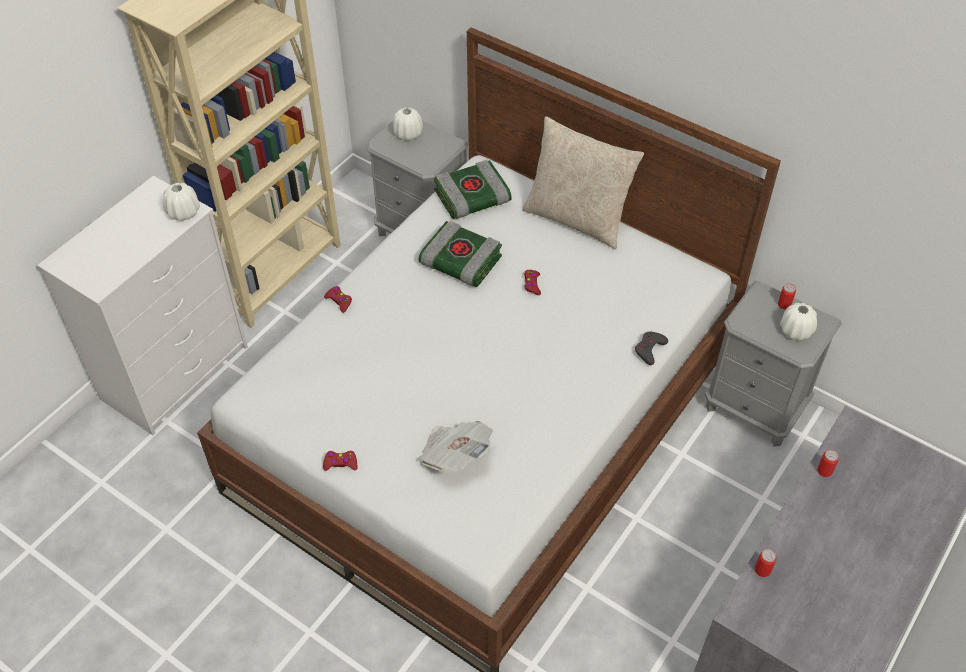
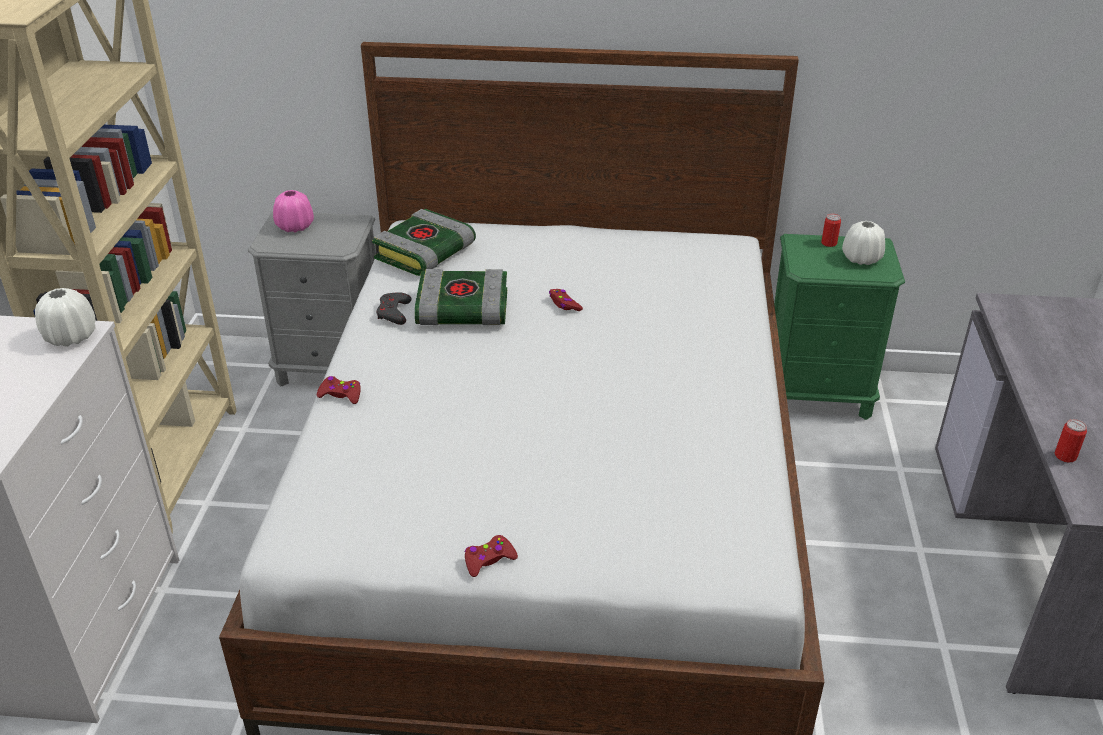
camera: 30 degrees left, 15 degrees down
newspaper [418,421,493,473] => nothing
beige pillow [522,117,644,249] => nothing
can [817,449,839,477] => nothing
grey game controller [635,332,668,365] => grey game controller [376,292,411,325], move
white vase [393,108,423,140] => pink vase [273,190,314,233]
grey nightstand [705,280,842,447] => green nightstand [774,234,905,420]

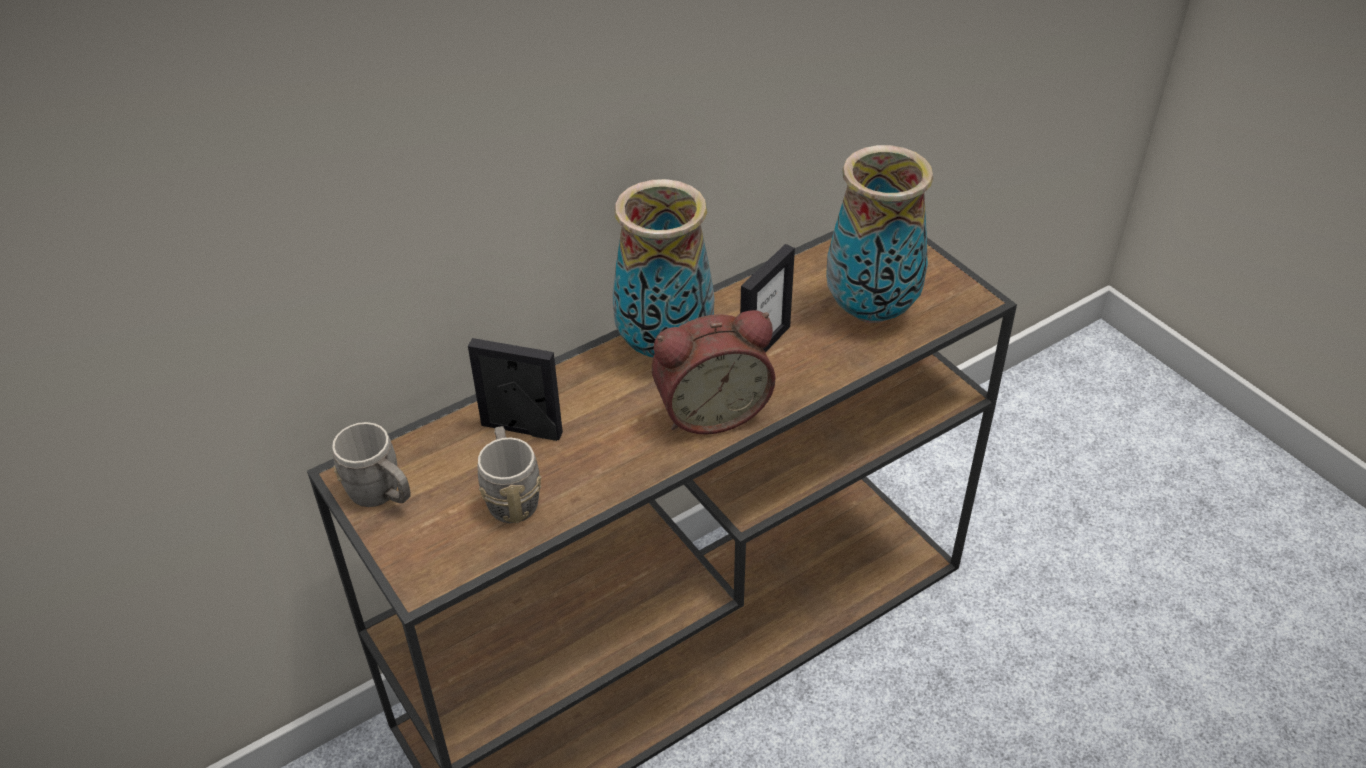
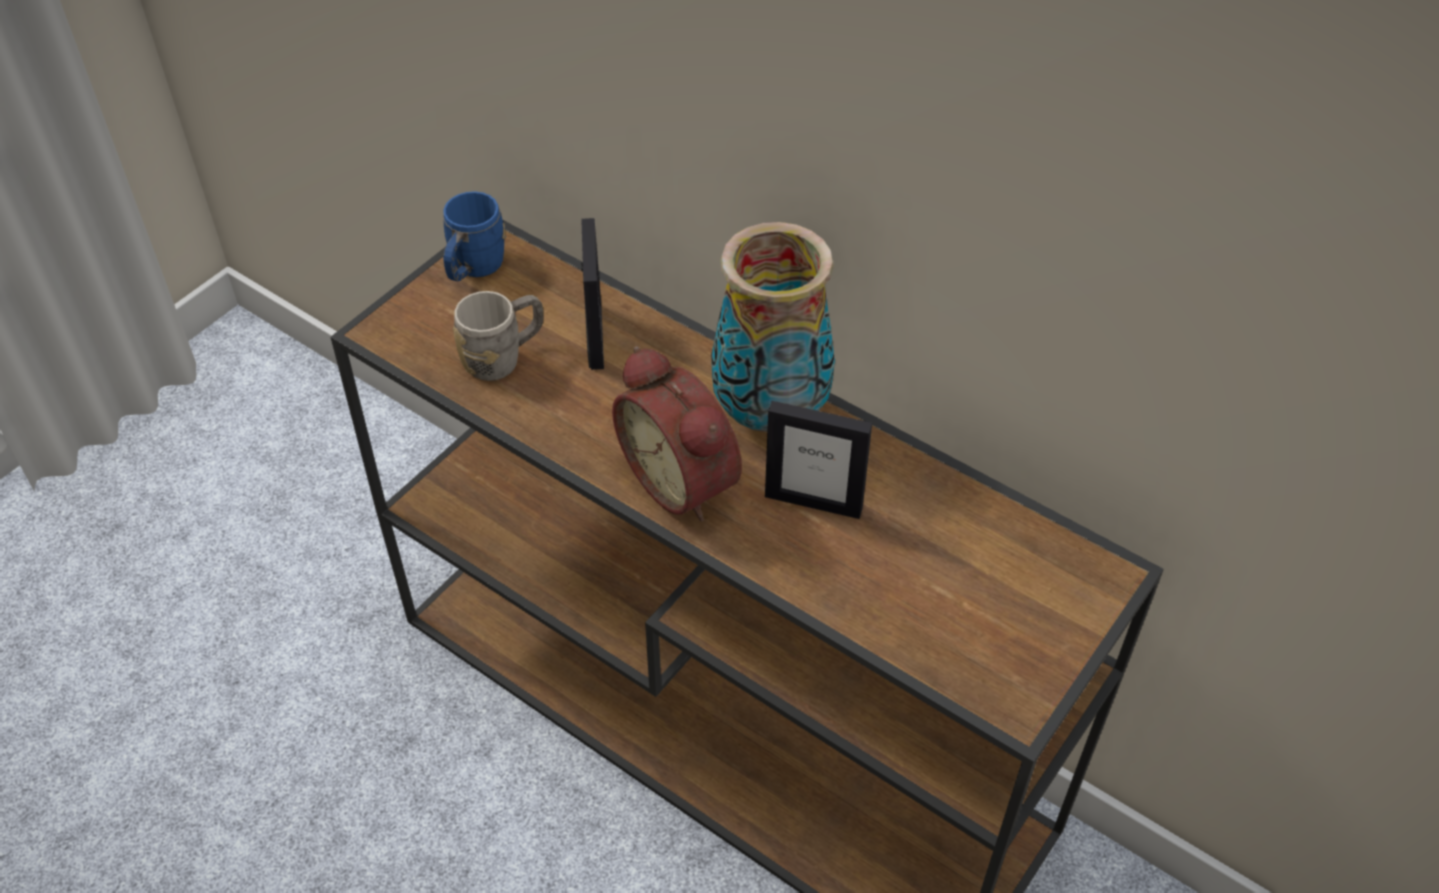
camera: 70 degrees right, 5 degrees up
vase [826,145,933,323] => nothing
grey mug [332,422,411,507] => blue mug [443,191,506,281]

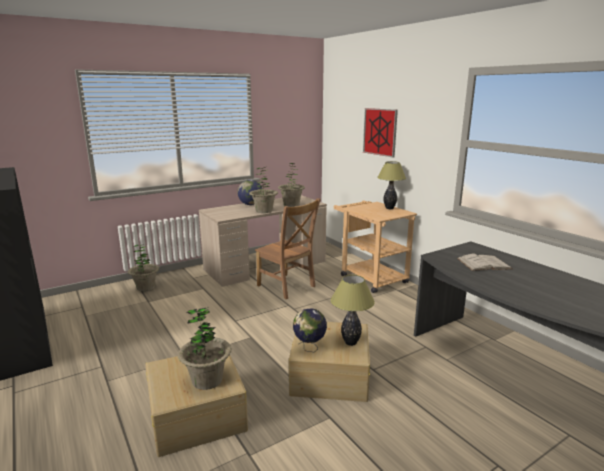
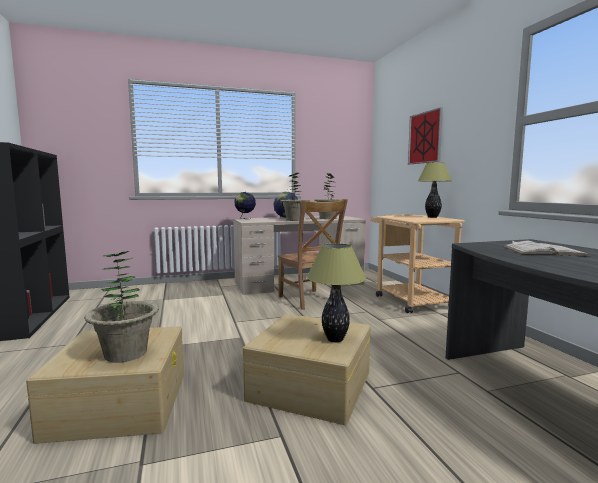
camera: 15 degrees right, 10 degrees down
potted plant [128,244,159,291] => nothing
globe [293,308,327,352] => globe [235,192,256,219], move

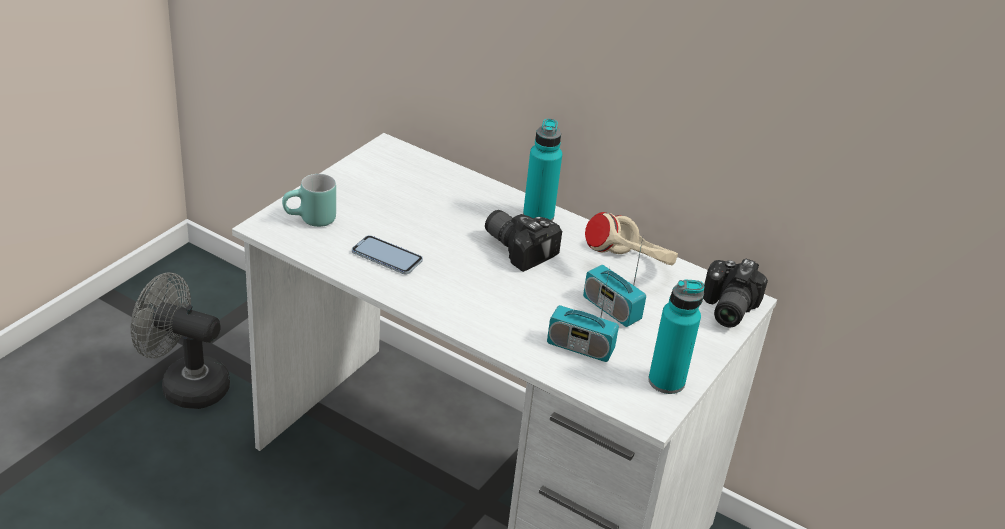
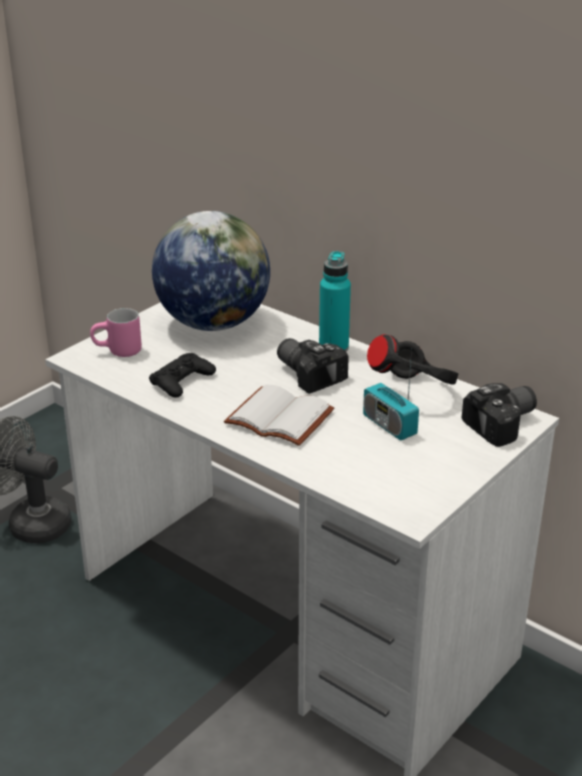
camera: 10 degrees right, 5 degrees down
radio [547,267,619,362] => nothing
turquoise bottle [648,280,705,394] => nothing
nothing => globe [152,211,270,331]
nothing => white book [224,384,334,446]
phone [352,235,423,274] => black game controller [149,353,216,398]
turquoise mug [282,174,336,227] => pink mug [90,308,142,357]
beige headphones [585,212,678,265] => black headphones [367,334,458,384]
photo camera [703,258,768,327] => photo camera [462,383,537,447], 150 degrees counterclockwise

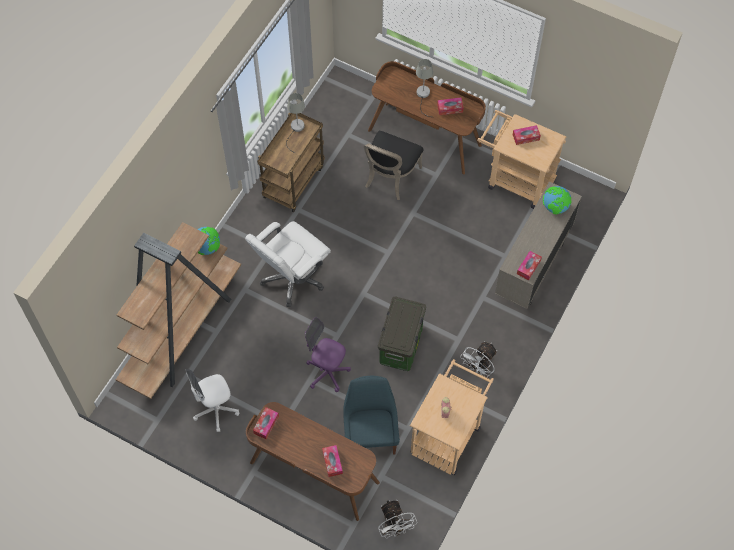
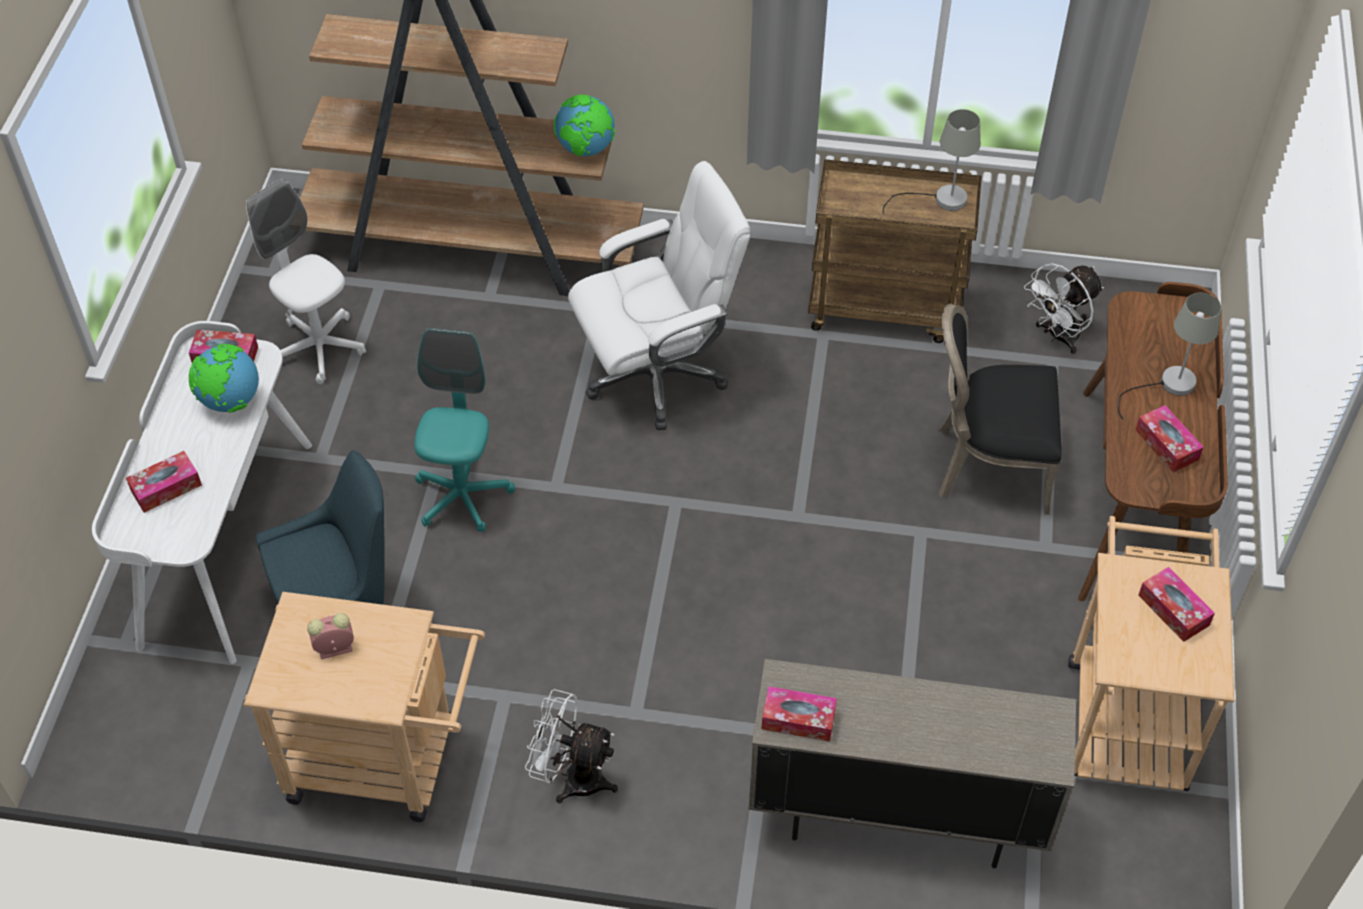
camera: 70 degrees right, 10 degrees down
storage box [378,297,426,371] => nothing
white fan [378,500,417,539] => white fan [1024,263,1104,354], move
globe [543,186,572,215] => globe [189,344,259,413], move
brown desk [246,402,380,521] => white desk [92,321,312,664]
purple office chair [305,317,351,392] => turquoise office chair [414,328,515,532]
white office chair [245,221,331,307] => white office chair [568,161,751,430], 135 degrees clockwise

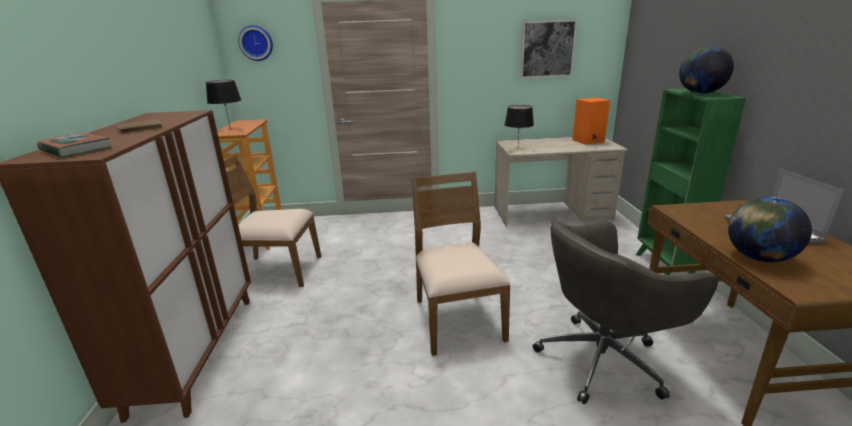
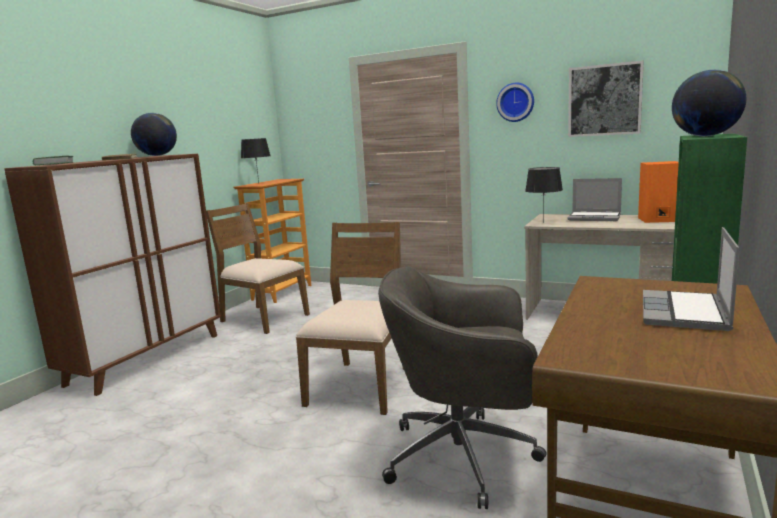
camera: 30 degrees right, 10 degrees down
nothing => laptop [567,178,622,221]
wall clock [238,25,273,61] => wall clock [496,83,534,122], move
globe [728,197,812,262] => globe [131,113,177,156], move

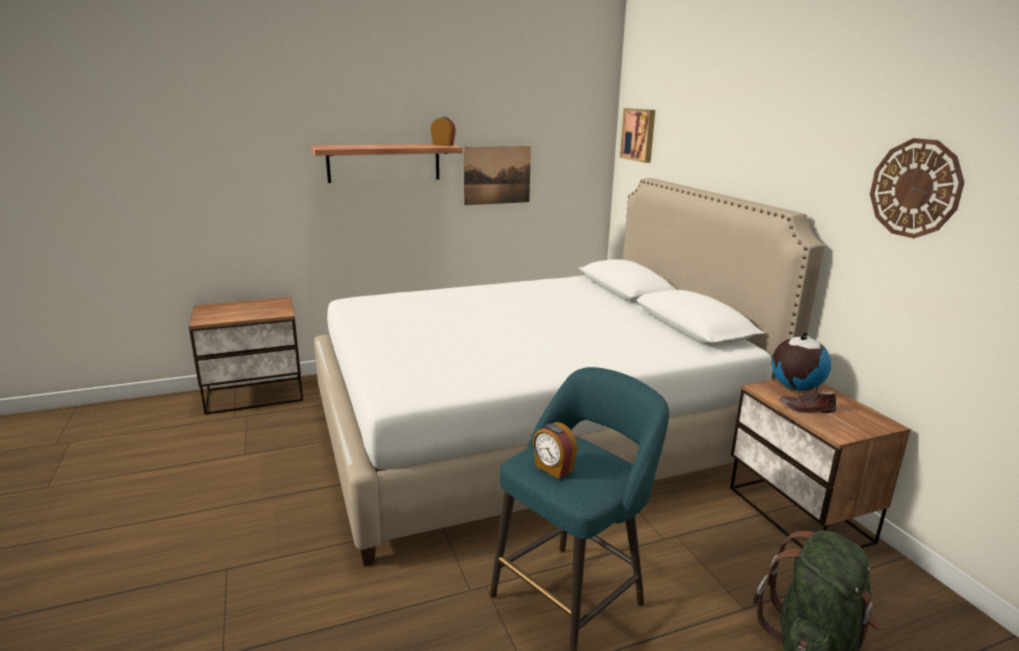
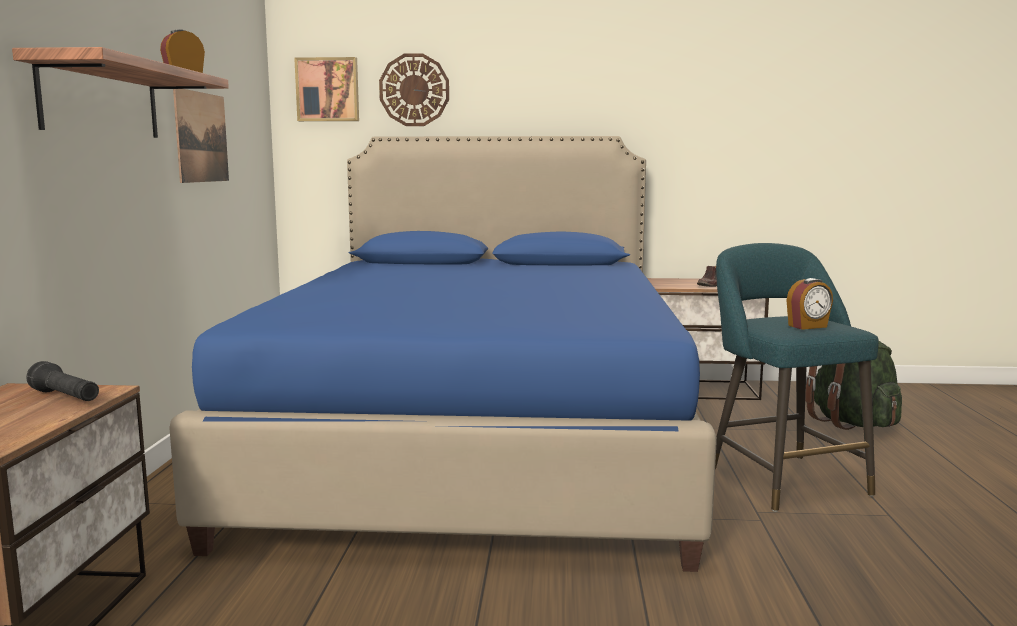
camera: 65 degrees left, 10 degrees down
globe [772,332,831,391] => nothing
nothing => black flashlight [26,361,99,401]
wall clock [870,138,964,238] => wall clock [379,53,449,126], move
white bed [314,178,825,566] => blue bed [169,136,717,572]

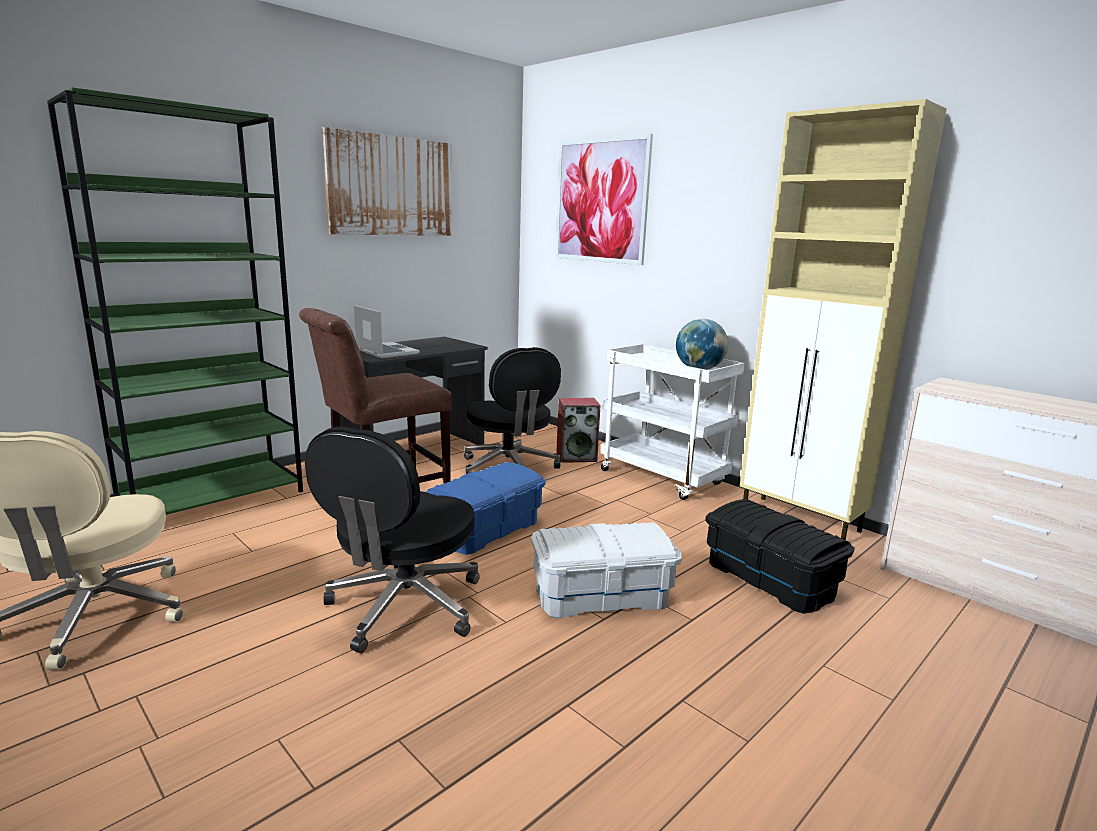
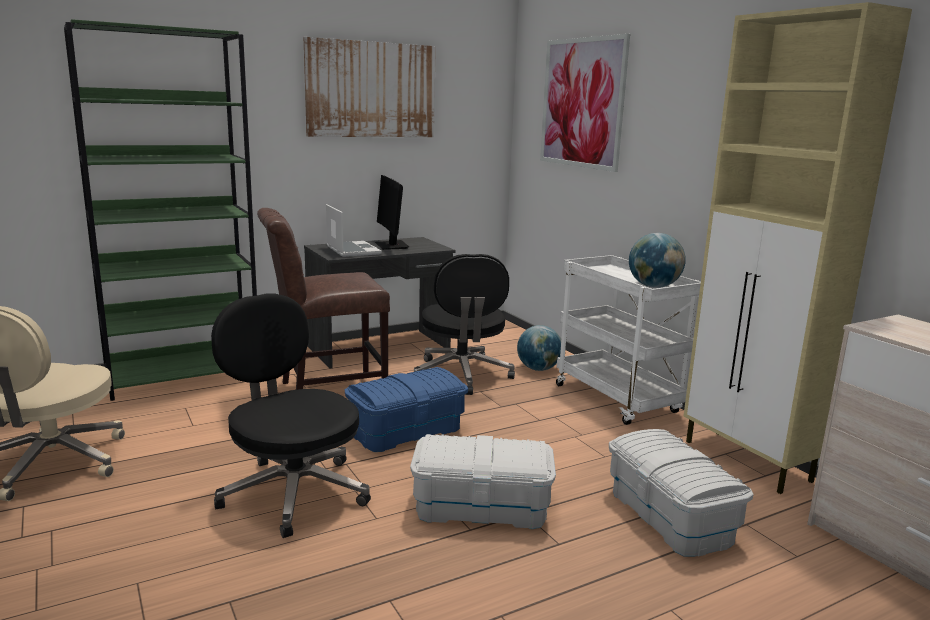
camera: 15 degrees right, 0 degrees up
nothing => monitor [375,175,409,250]
speaker [556,398,601,463] => globe [517,325,561,371]
black storage box [706,499,855,614] => white storage box [609,429,754,557]
black office chair [305,427,480,653] => black office chair [211,294,371,538], 105 degrees clockwise

